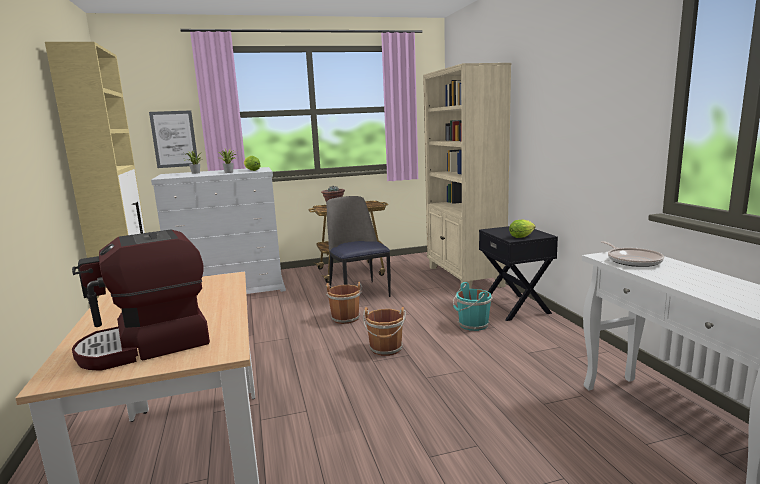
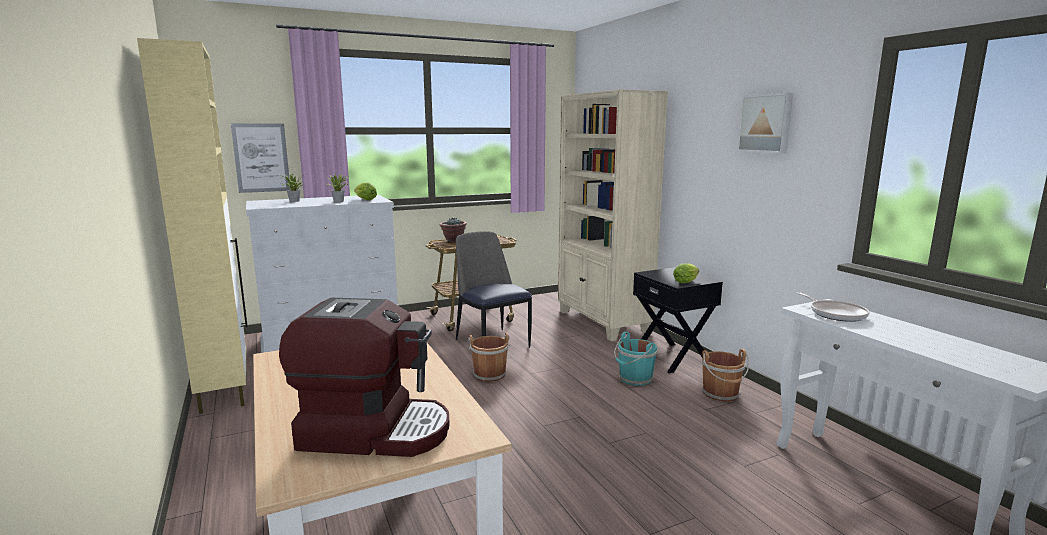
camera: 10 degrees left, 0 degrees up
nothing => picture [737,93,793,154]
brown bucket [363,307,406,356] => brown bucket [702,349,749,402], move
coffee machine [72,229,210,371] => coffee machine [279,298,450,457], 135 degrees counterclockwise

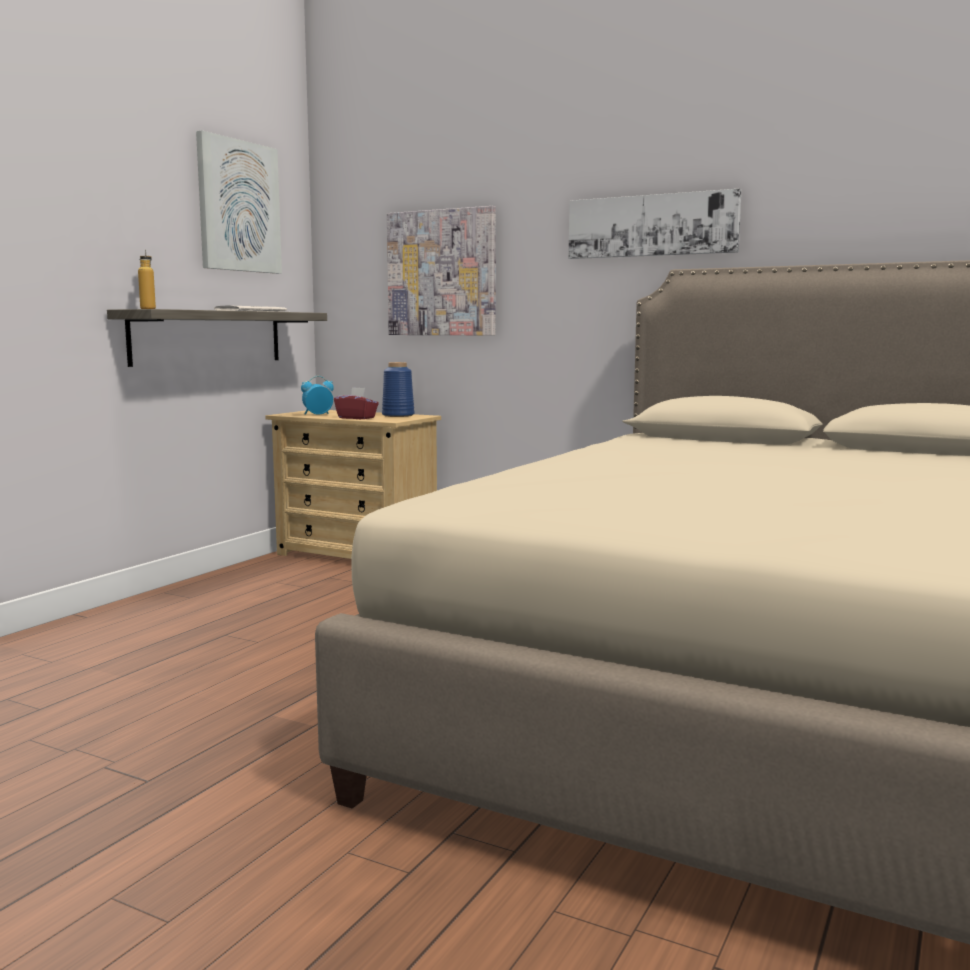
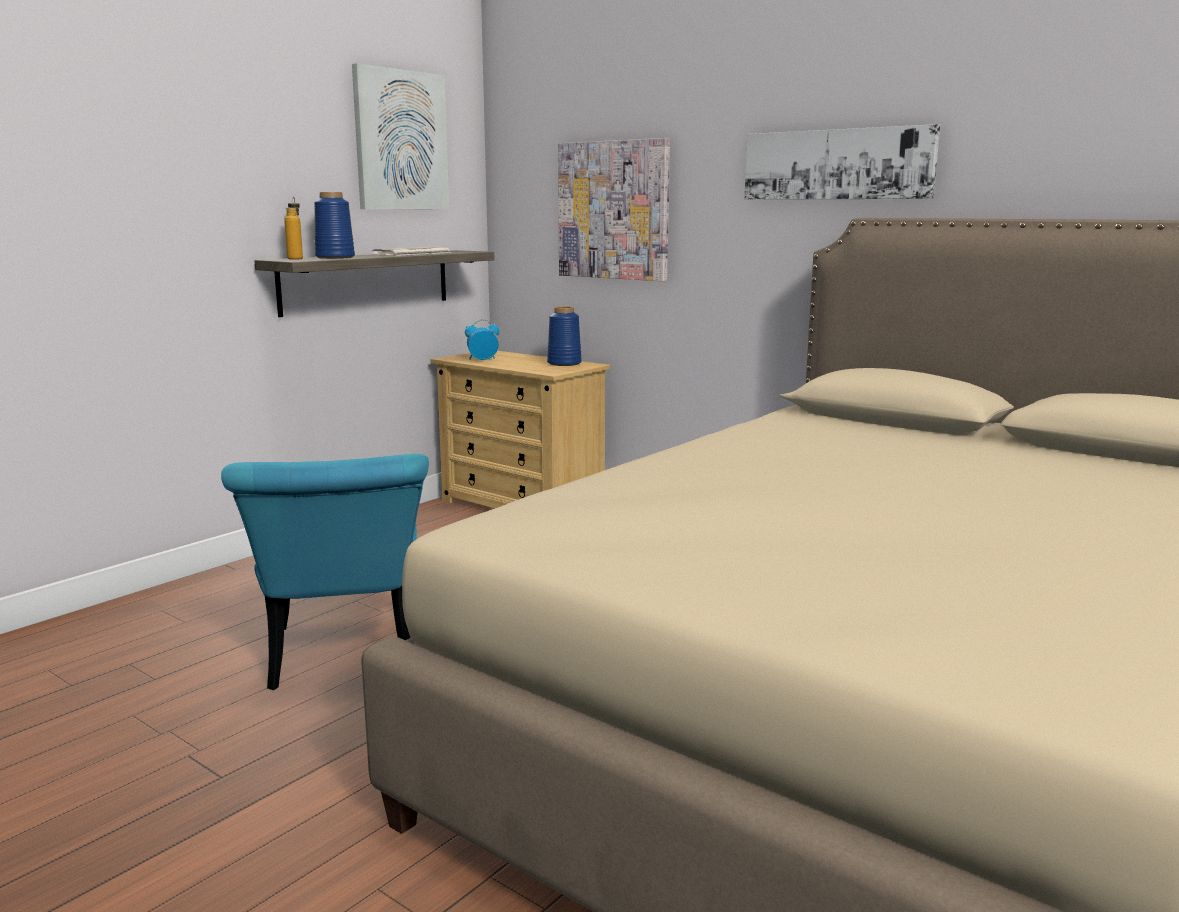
camera: 10 degrees right, 5 degrees up
red tissue box [334,387,379,419] => nothing
nothing => turquoise chair [221,454,429,690]
nothing => blue vase [314,192,355,259]

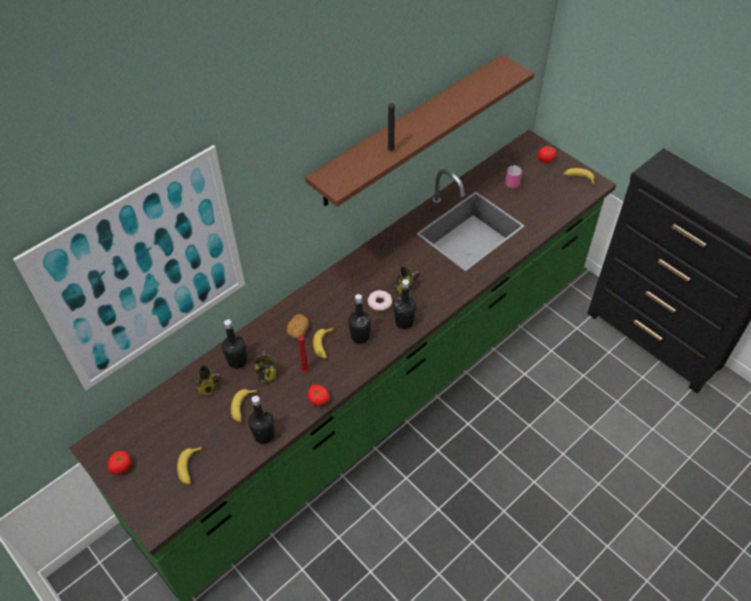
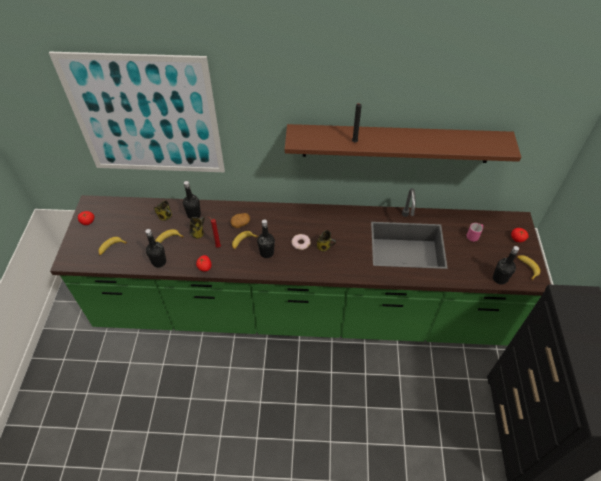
camera: 45 degrees right, 0 degrees up
black bottle [394,279,416,329] => black bottle [493,246,519,284], move

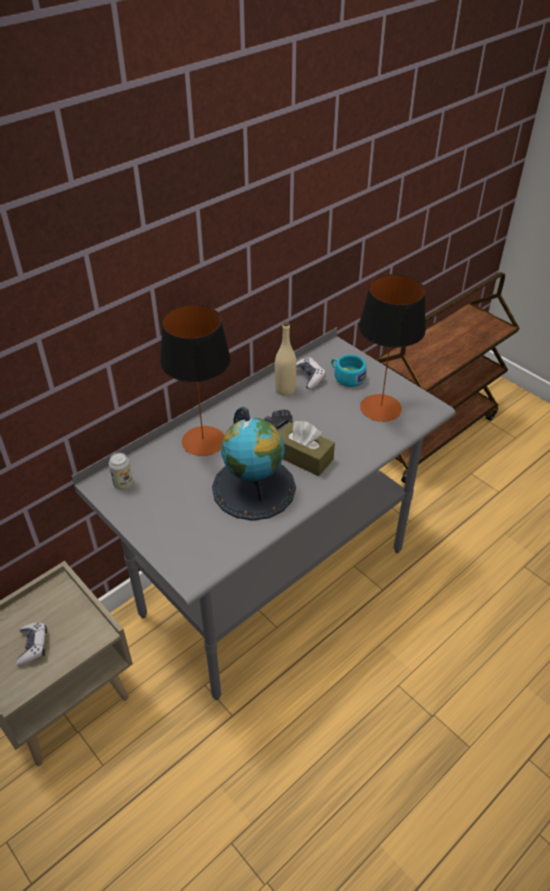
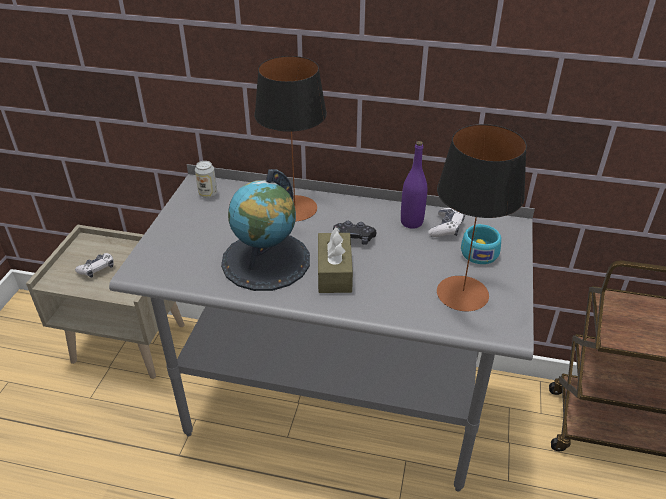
camera: 55 degrees right, 5 degrees down
beige bottle [275,322,297,396] => purple bottle [401,141,427,229]

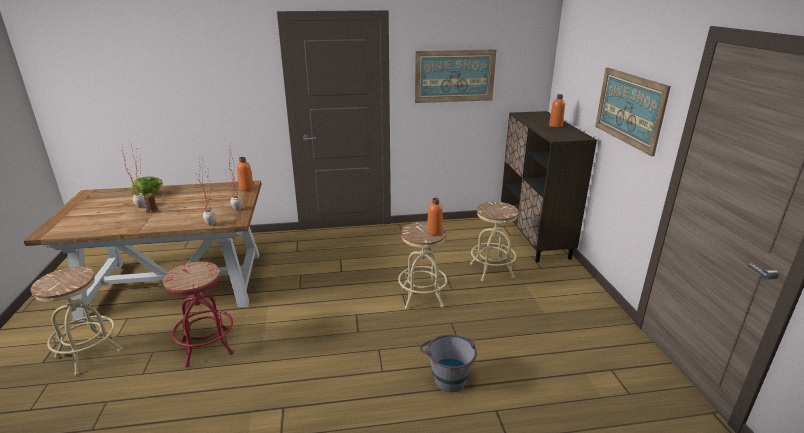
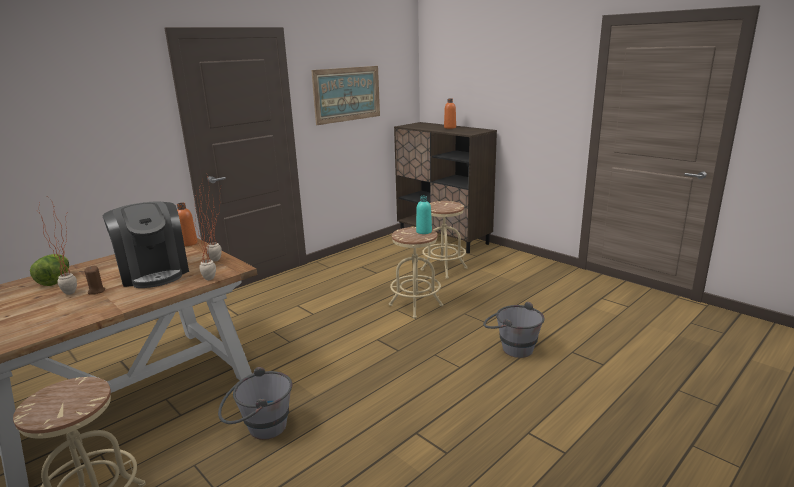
camera: 35 degrees left, 5 degrees down
picture [595,68,671,156] => nothing
nothing => coffee machine [103,202,189,288]
red stool [163,262,233,367] => grey bucket [218,367,292,440]
orange bottle [427,198,443,236] => turquoise bottle [416,196,432,234]

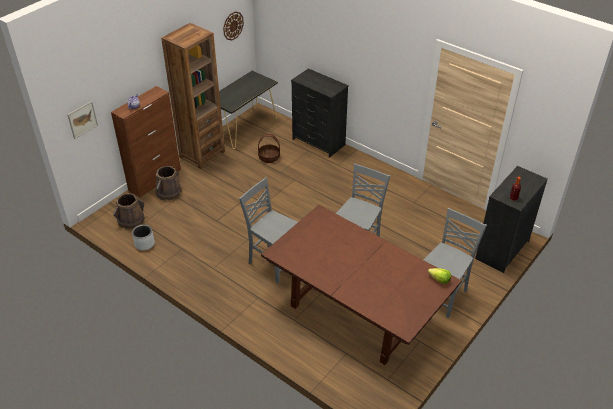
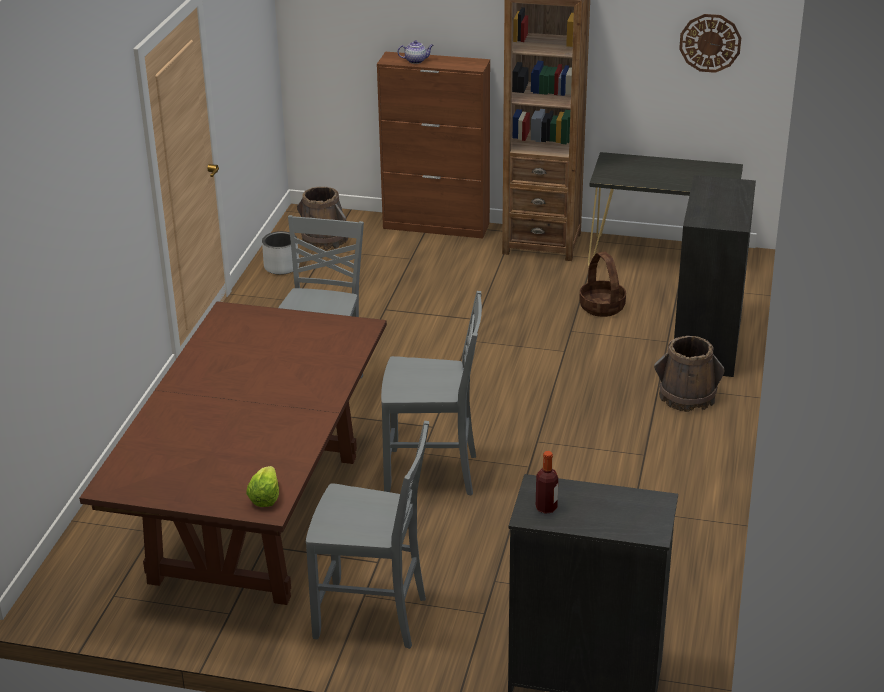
camera: 65 degrees right, 10 degrees down
picture [67,101,98,139] => nothing
brown bucket [155,166,182,201] => brown bucket [654,336,725,412], move

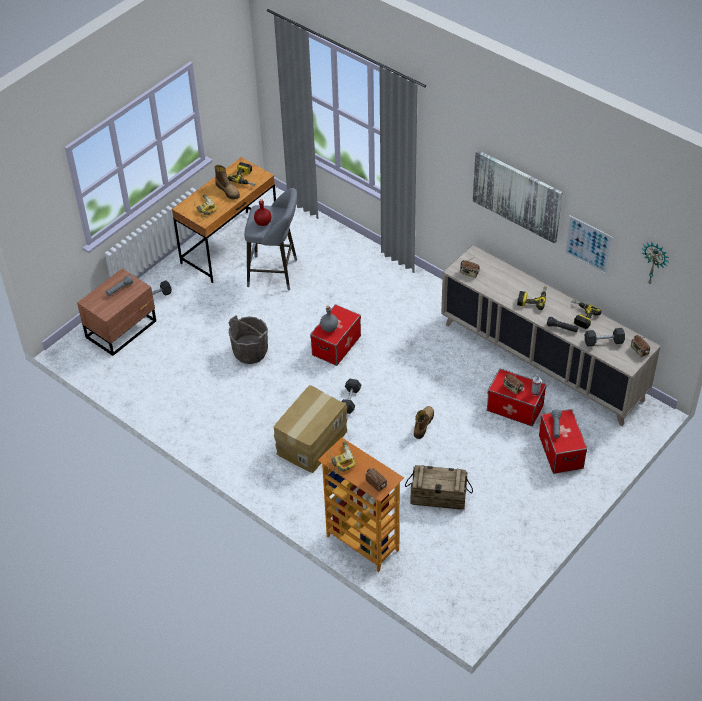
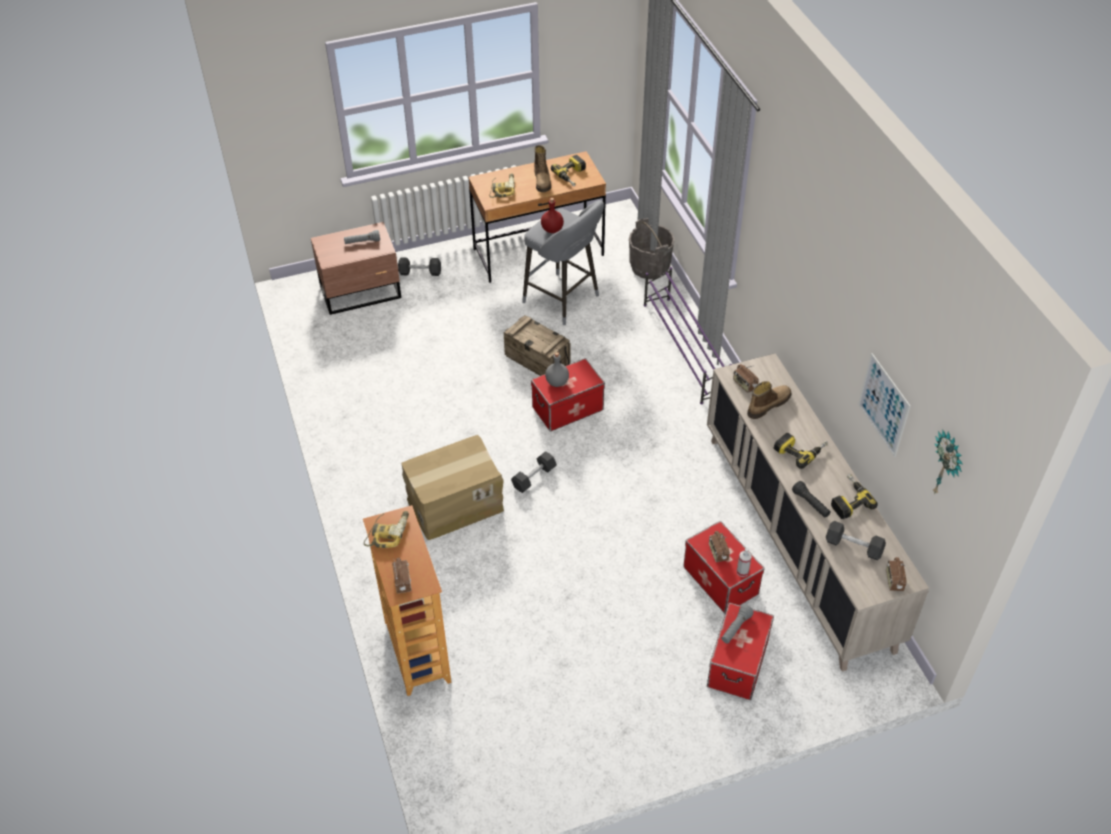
camera: 30 degrees right, 0 degrees up
picture [473,150,562,243] => nothing
nothing => purple shoe rack [644,267,732,404]
grey bucket [228,315,268,364] => grey bucket [629,218,675,279], move
crate [405,465,473,510] => crate [504,315,571,376], move
boot [414,406,434,439] => boot [747,381,791,419], move

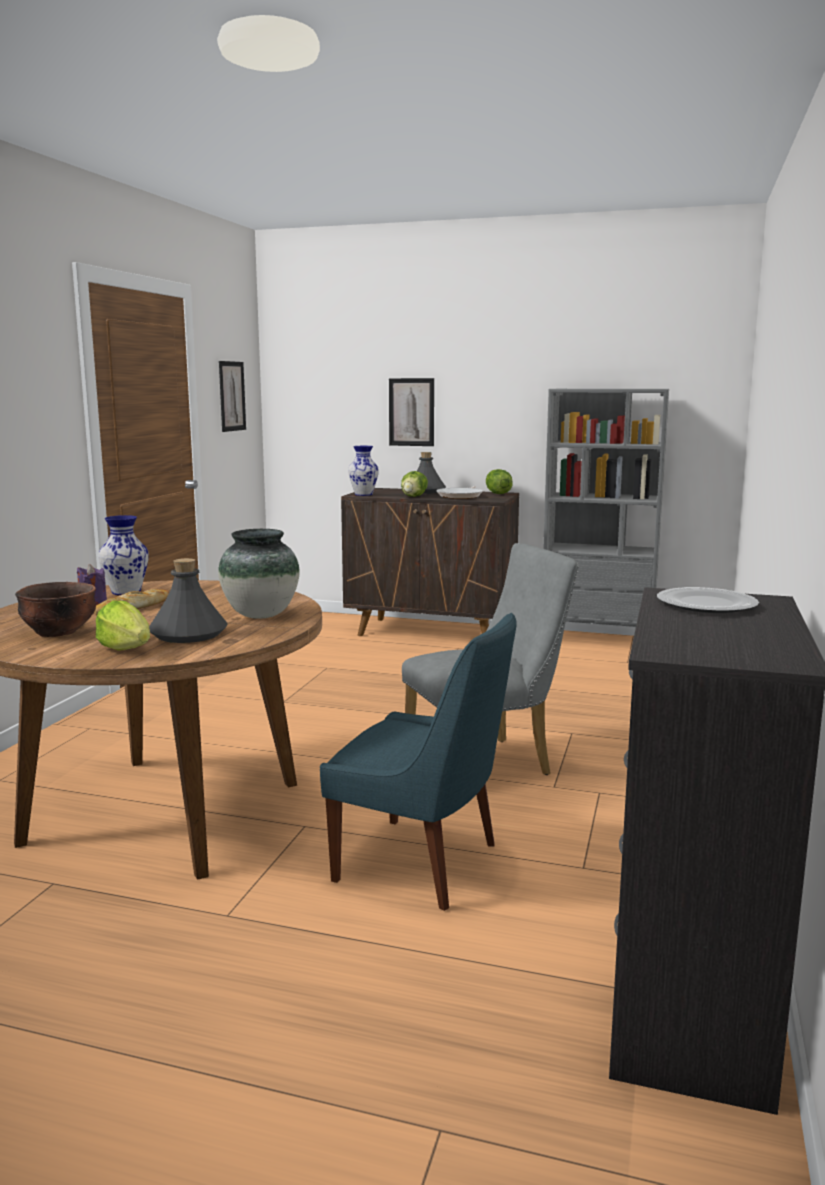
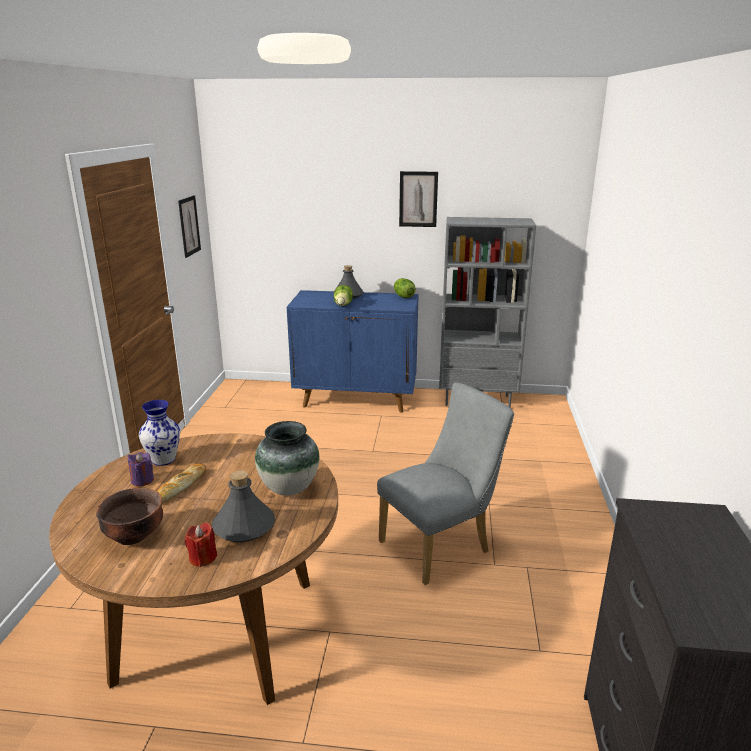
camera: 10 degrees left, 10 degrees up
blue chair [320,613,517,911] => nothing
vase [348,446,379,496] => nothing
frying pan [436,486,483,499] => nothing
plate [657,587,759,613] => nothing
picture [389,378,434,446] => picture [399,171,438,227], move
lettuce [96,601,150,651] => red candle [185,522,217,567]
brown cabinet [341,488,519,636] => blue cabinet [287,290,419,412]

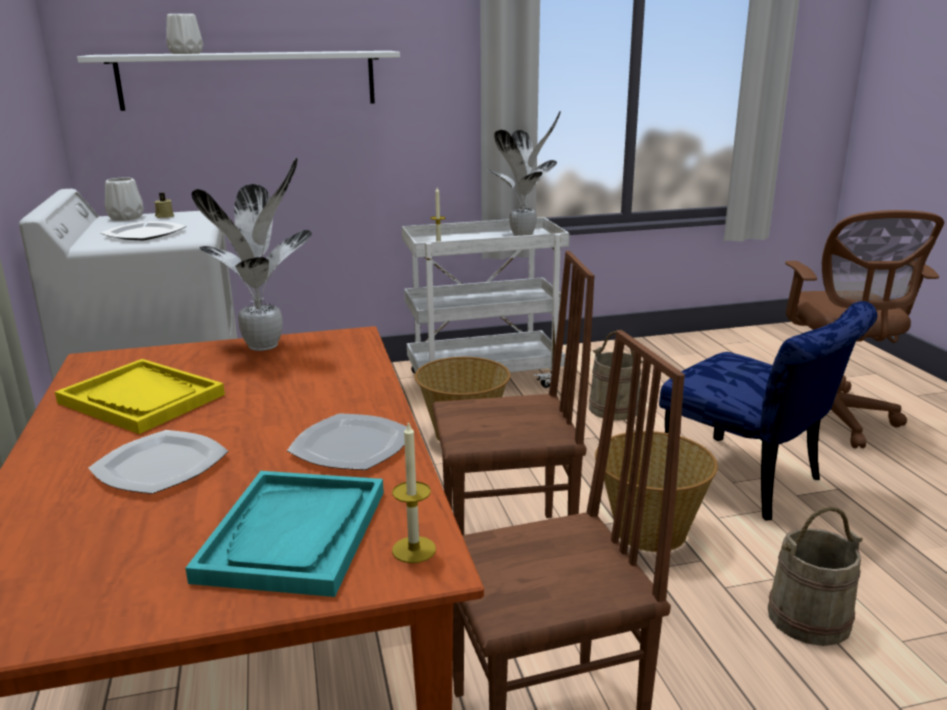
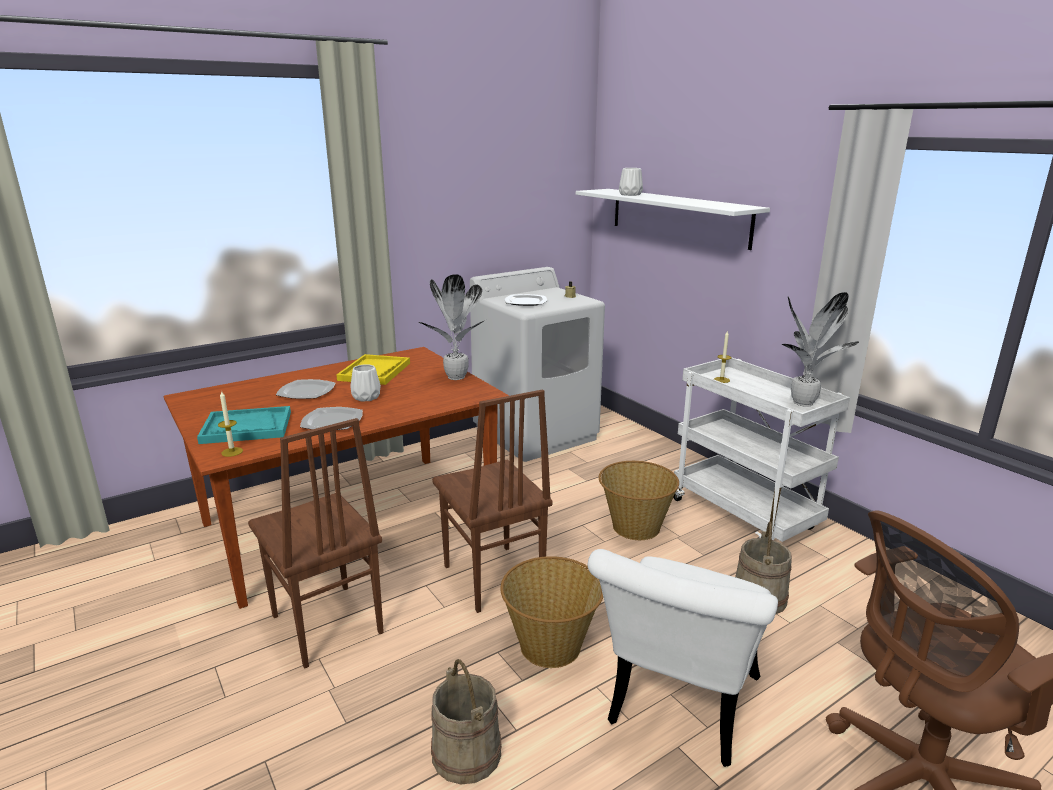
camera: 70 degrees right, 0 degrees up
white vase [105,177,144,221] => white vase [350,364,381,401], move
blue chair [659,301,877,521] => white chair [588,549,778,767]

